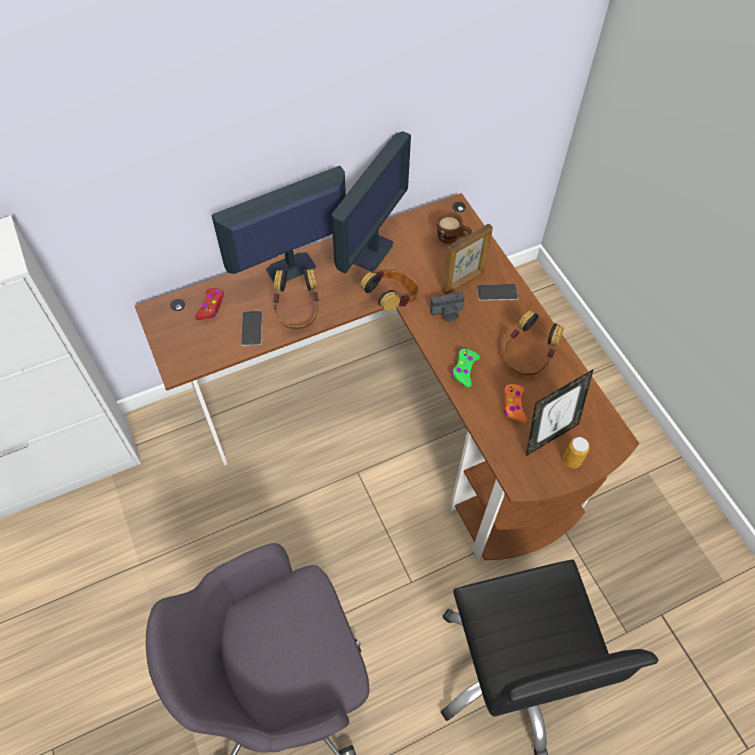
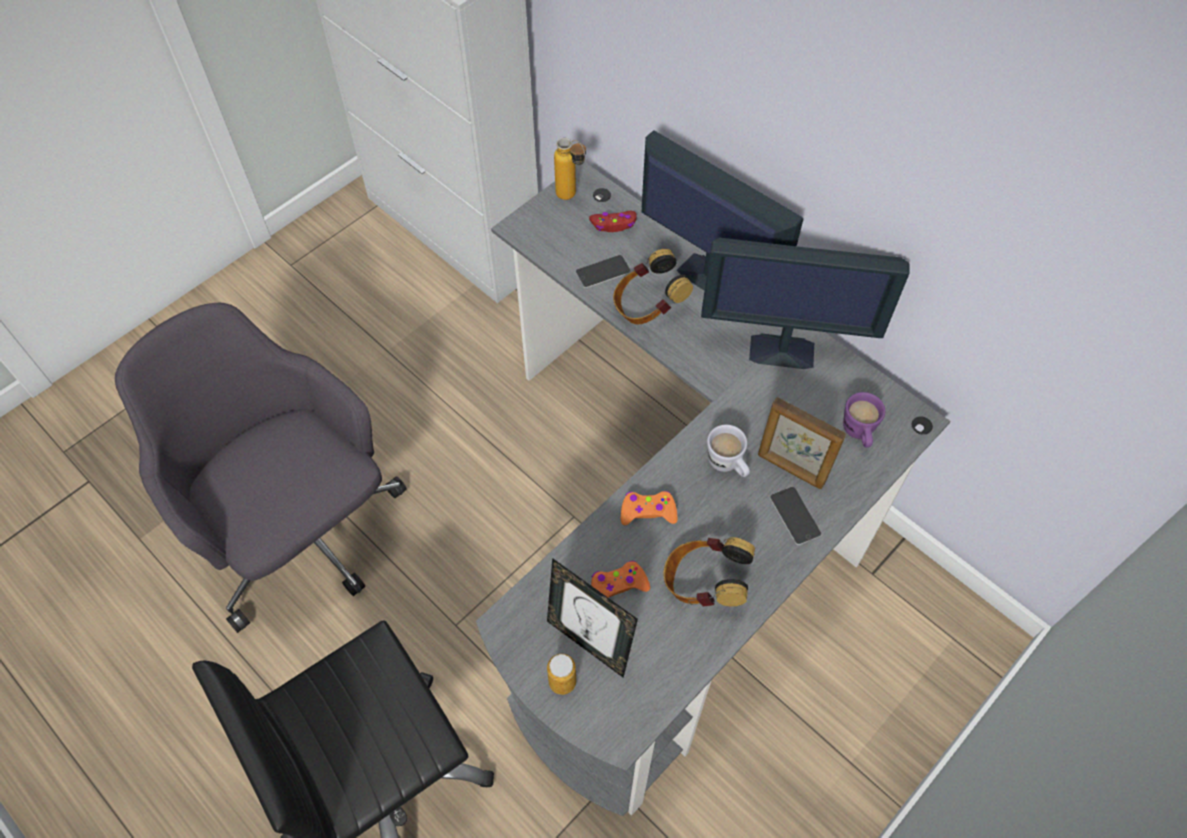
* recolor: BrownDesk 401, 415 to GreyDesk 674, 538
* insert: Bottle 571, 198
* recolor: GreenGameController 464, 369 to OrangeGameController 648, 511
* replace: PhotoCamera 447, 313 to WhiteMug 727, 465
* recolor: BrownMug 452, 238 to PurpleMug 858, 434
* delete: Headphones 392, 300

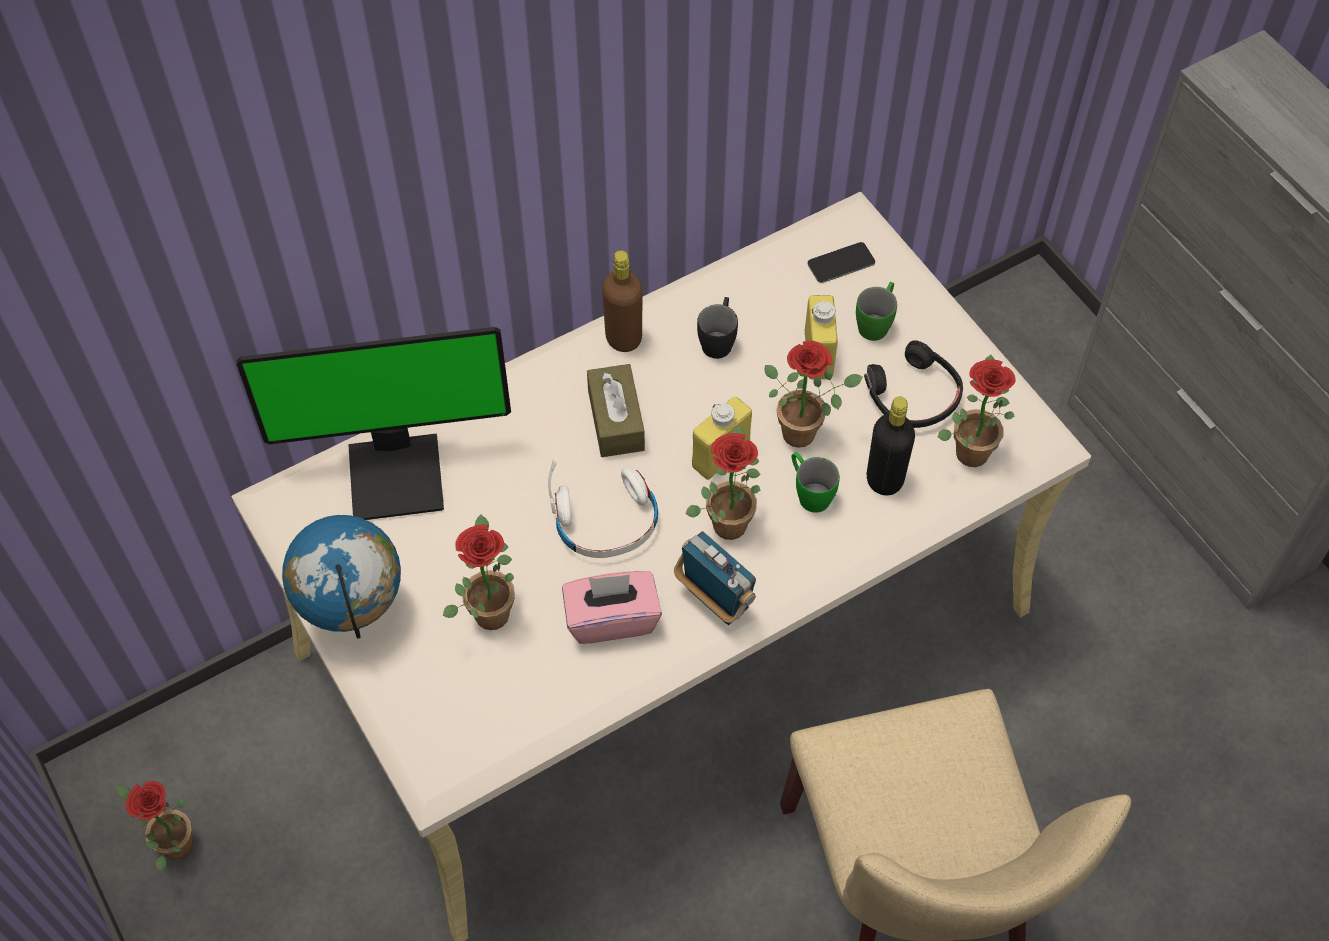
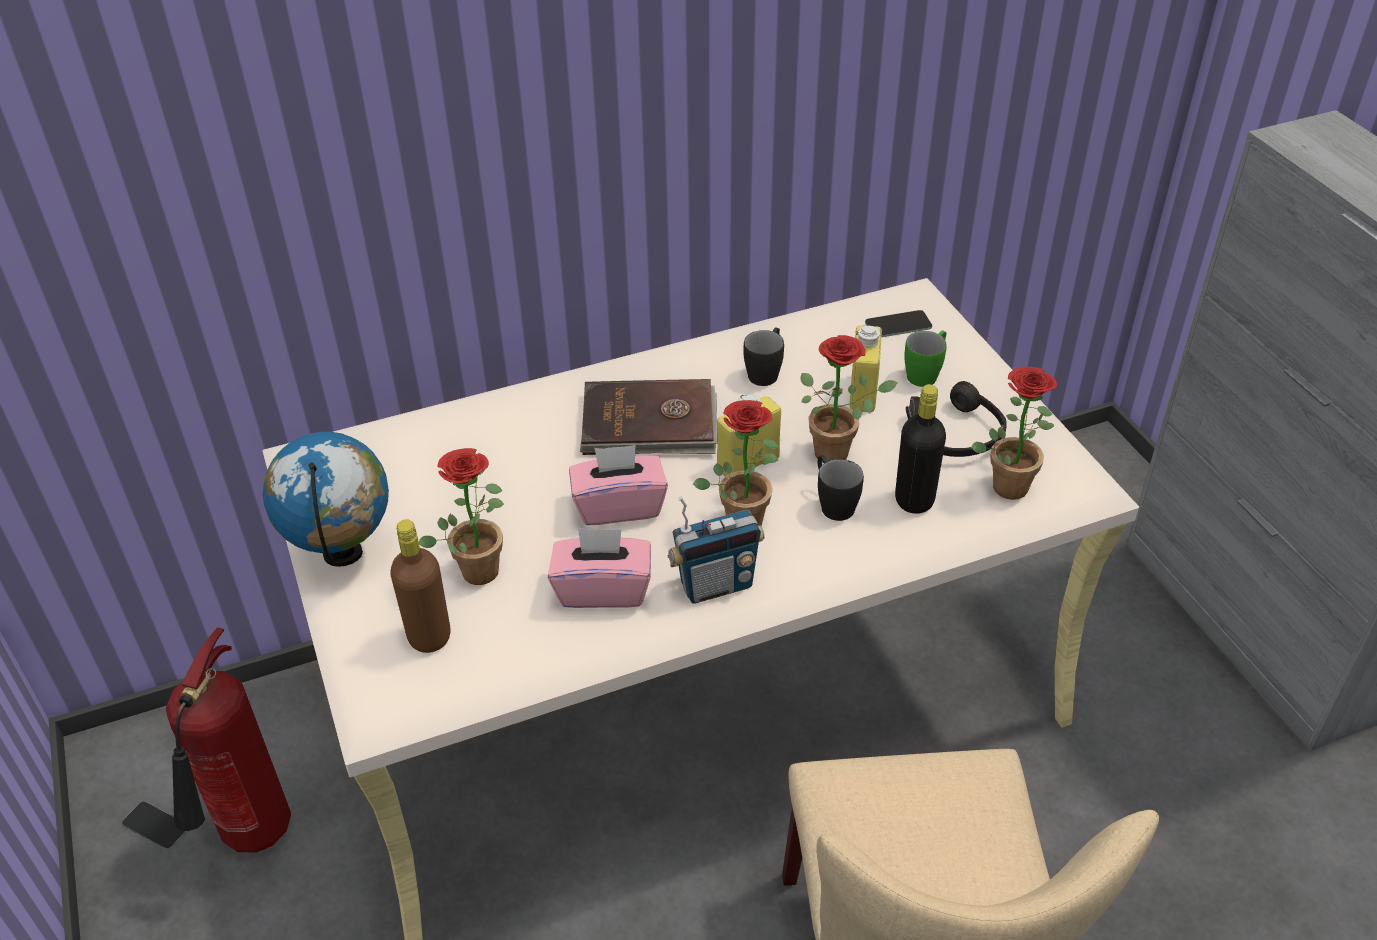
* replace: PottedPlant 170, 843 to Phone 155, 826
* insert: FireExtinguisher 255, 839
* move: BrownBottle 623, 338 to 429, 636
* replace: WhiteHeadphones 606, 522 to PinkTissueBox 619, 506
* replace: BrownTissueBox 616, 420 to BrownBook 649, 424
* rotate: Radio 715, 600 = 715, 585 105 degrees clockwise
* recolor: GreenMug 809, 493 to BlackMug 833, 503
* delete: Monitor 397, 473

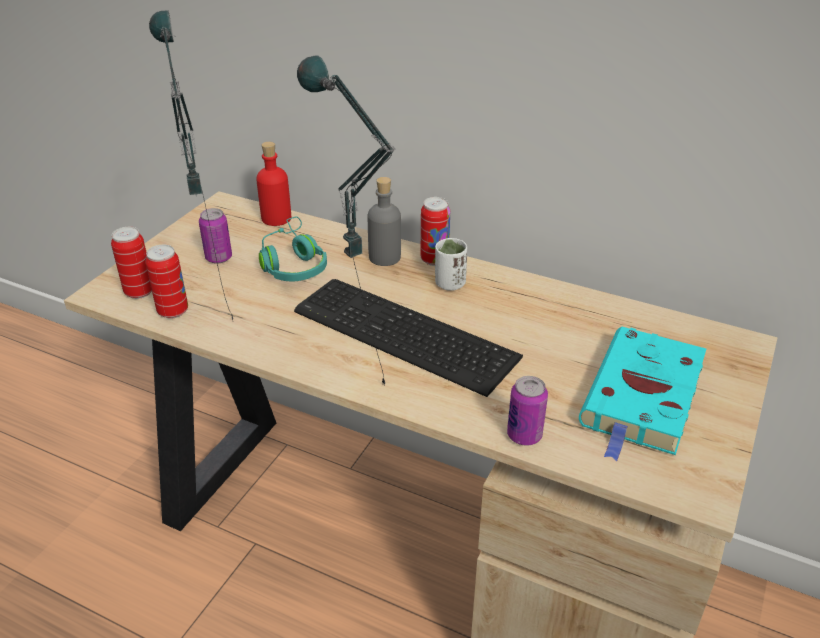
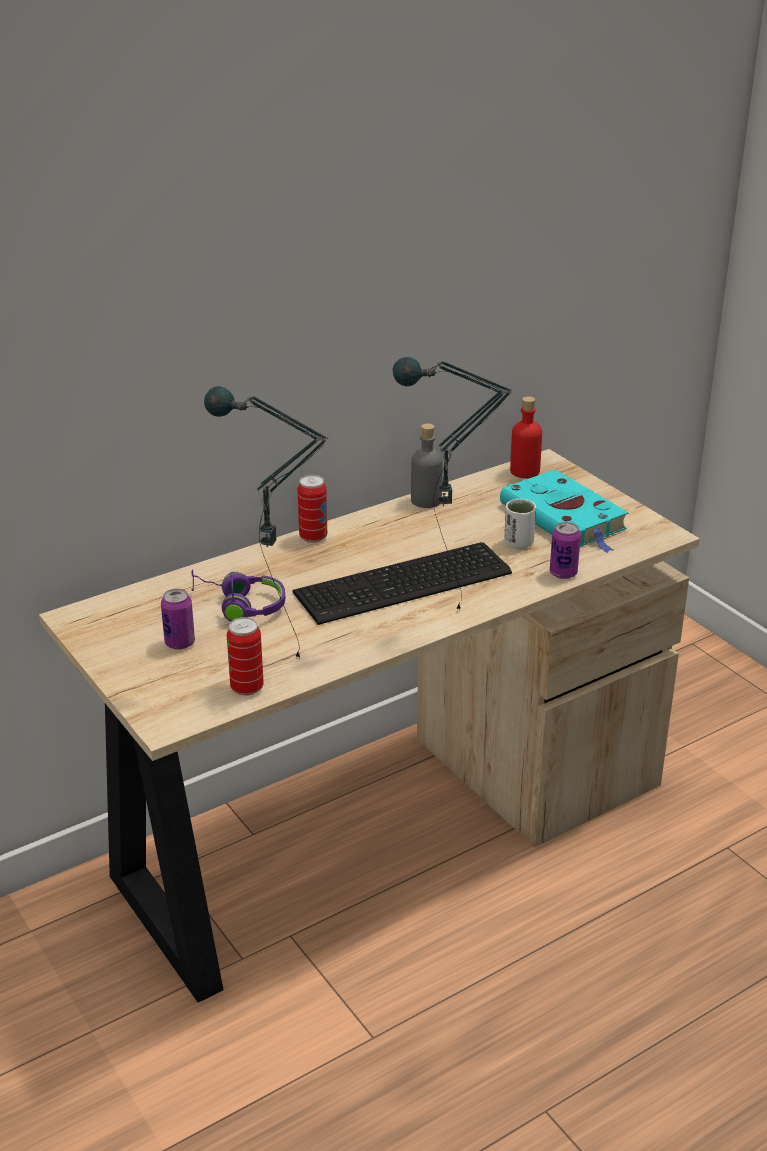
* recolor: TurquoiseHeadphones 293, 264 to PurpleHeadphones 239, 605
* move: GreyBottle 385, 257 to 426, 500
* move: WhiteCup 450, 284 to 518, 543
* move: RedBottle 276, 218 to 524, 471
* delete: Can 139, 292

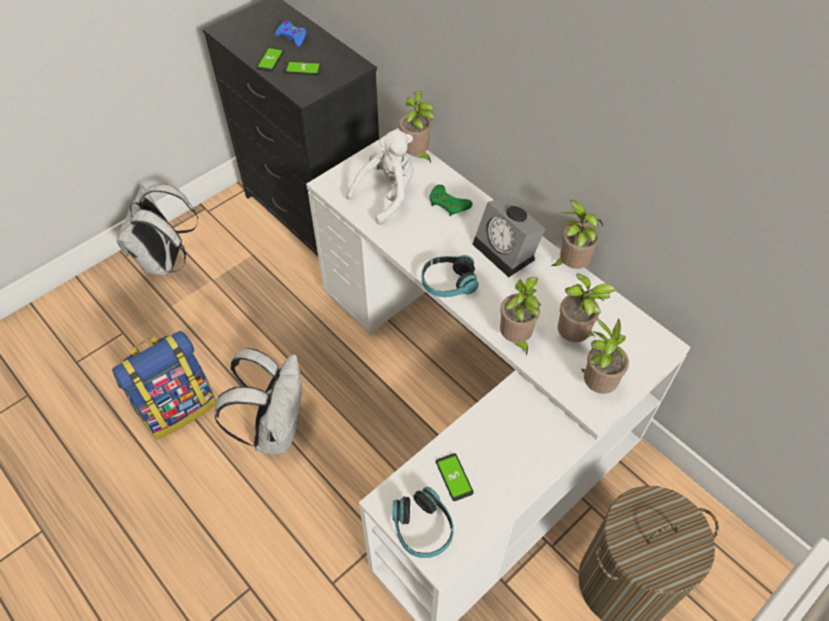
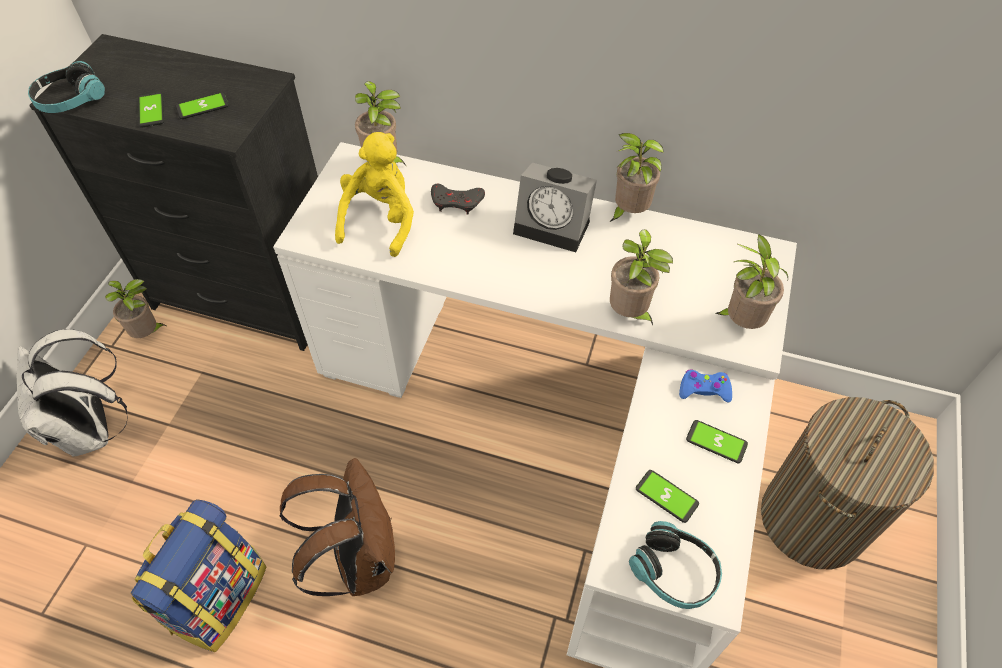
* move: Headphones 448, 283 to 71, 100
* move: PottedPlant 574, 337 to 148, 333
* recolor: WhiteBackpack 275, 429 to BrownBackpack 358, 558
* recolor: WhitePlushToy 387, 195 to YellowPlushToy 380, 220
* recolor: GreenGameController 448, 204 to GreyGameController 457, 201
* move: BlueGameController 292, 37 to 704, 389
* insert: Phone 716, 442

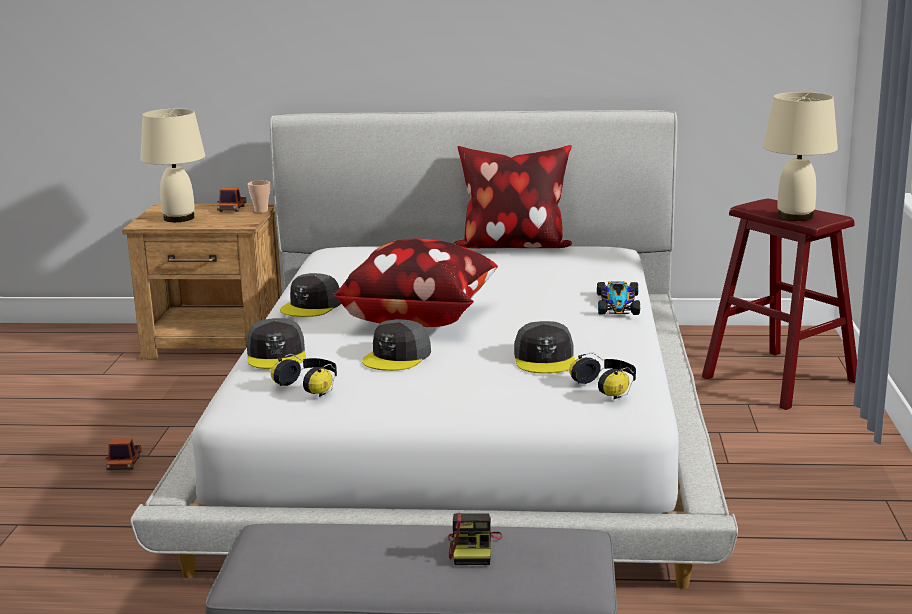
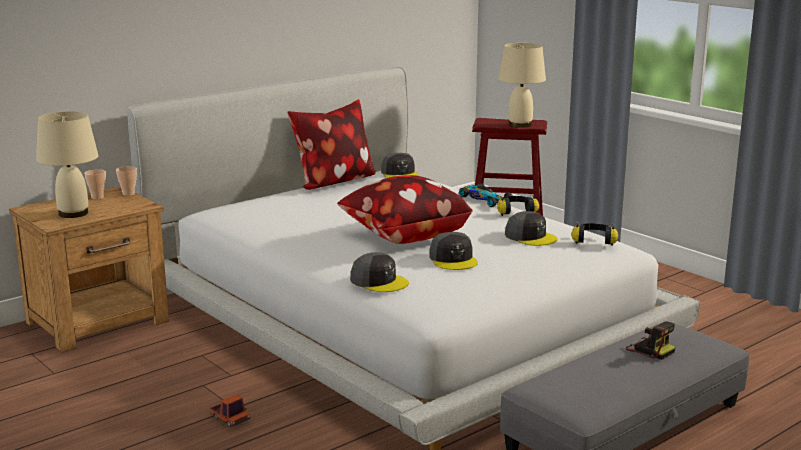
* replace: ToyTruck 232, 209 to Cup 97, 197
* move: GreyCap 312, 306 to 399, 173
* move: Headphones 310, 386 to 515, 212

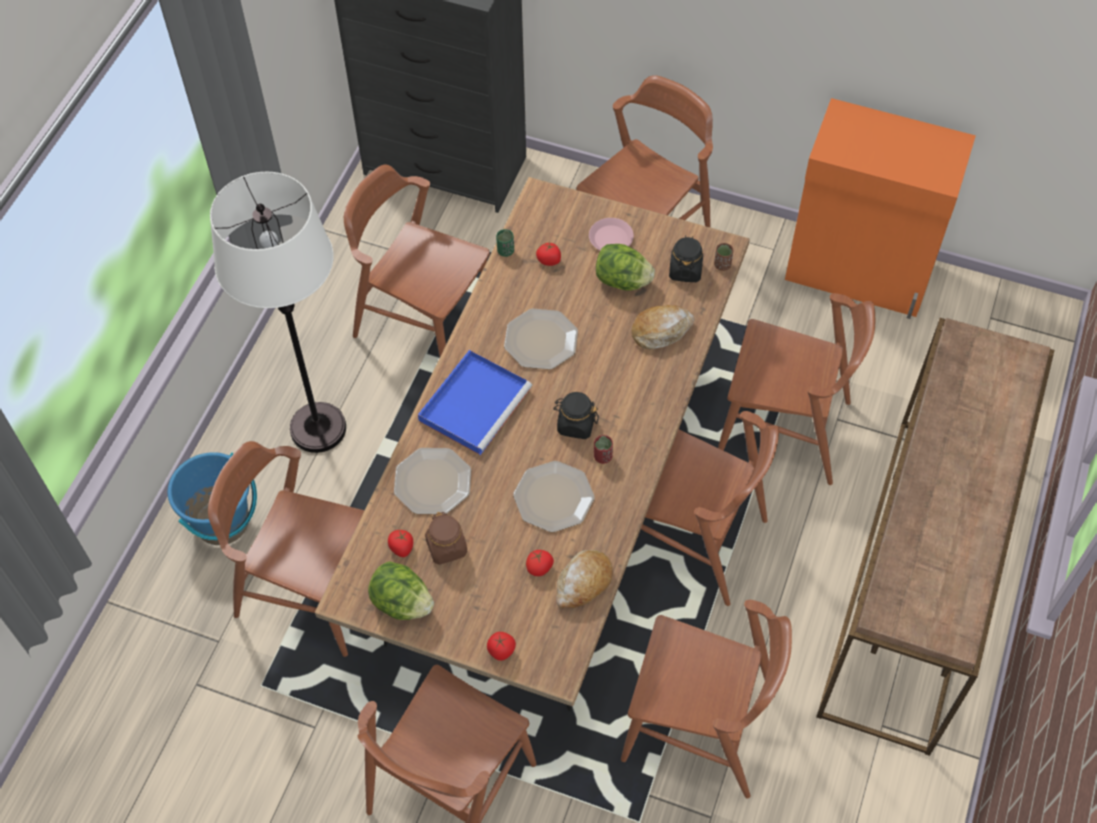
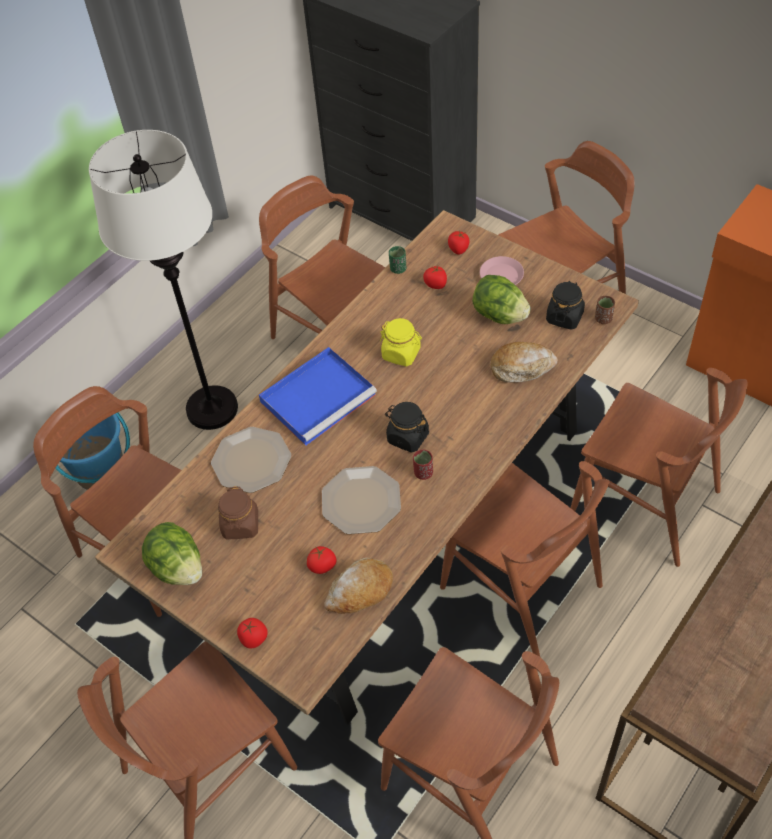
* replace: Plate 540, 340 to YellowJar 401, 353
* move: Tomato 402, 548 to 458, 249

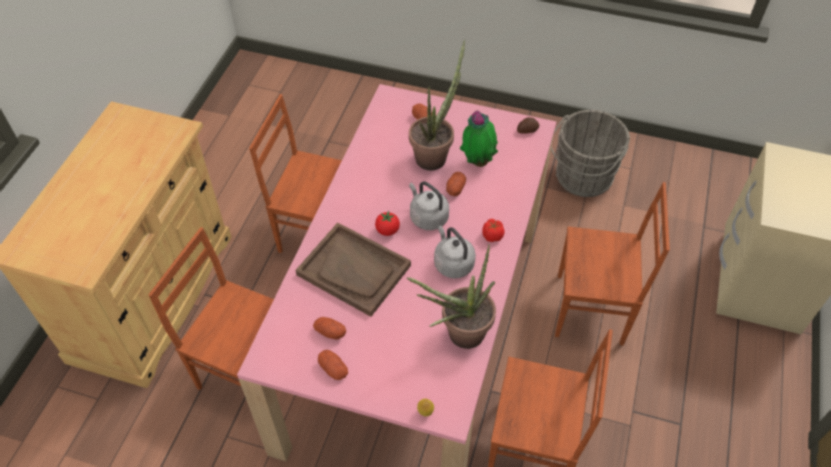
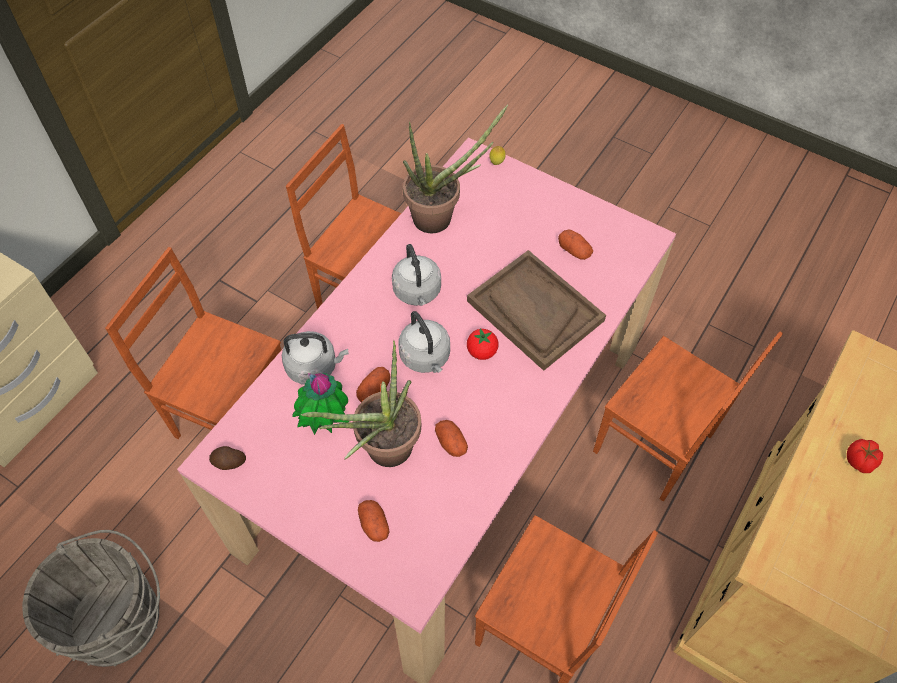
* insert: GreyKettle 314, 367
* move: Potato 333, 369 to 450, 442
* move: Tomato 492, 235 to 859, 462

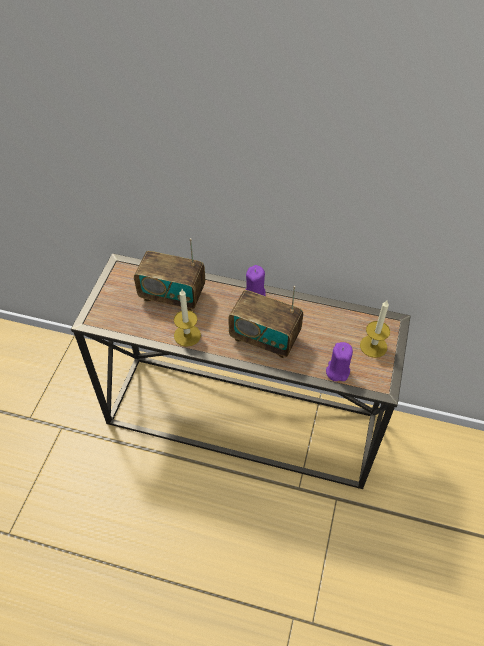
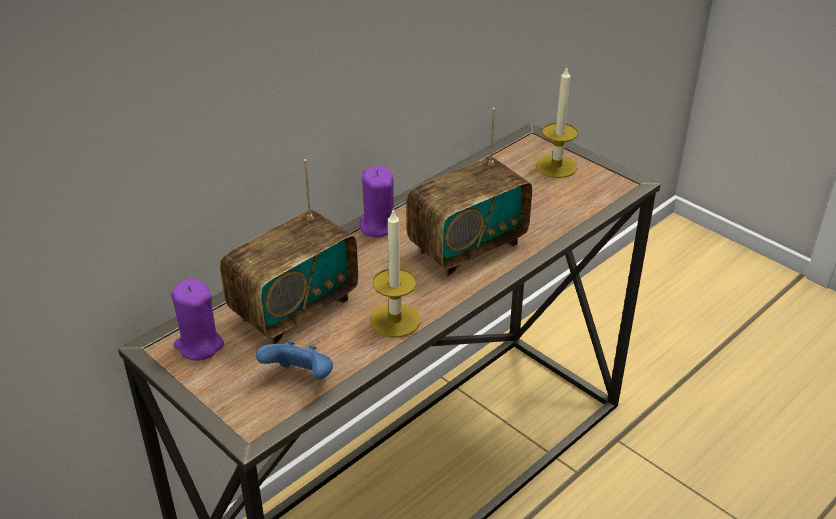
* move: PurpleCandle 337, 371 to 199, 345
* insert: BlueGameController 301, 378

